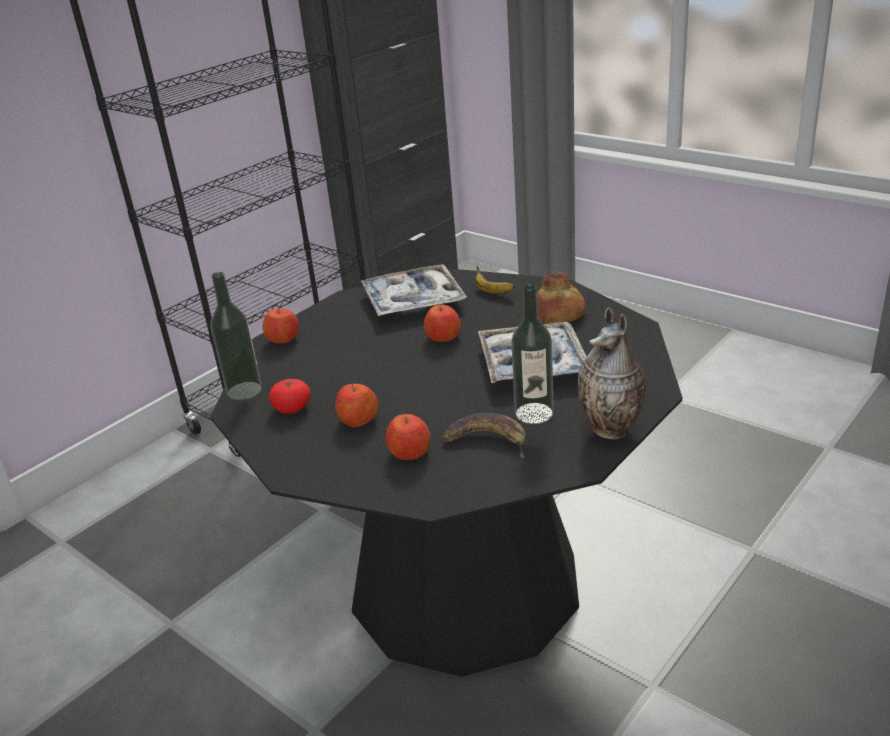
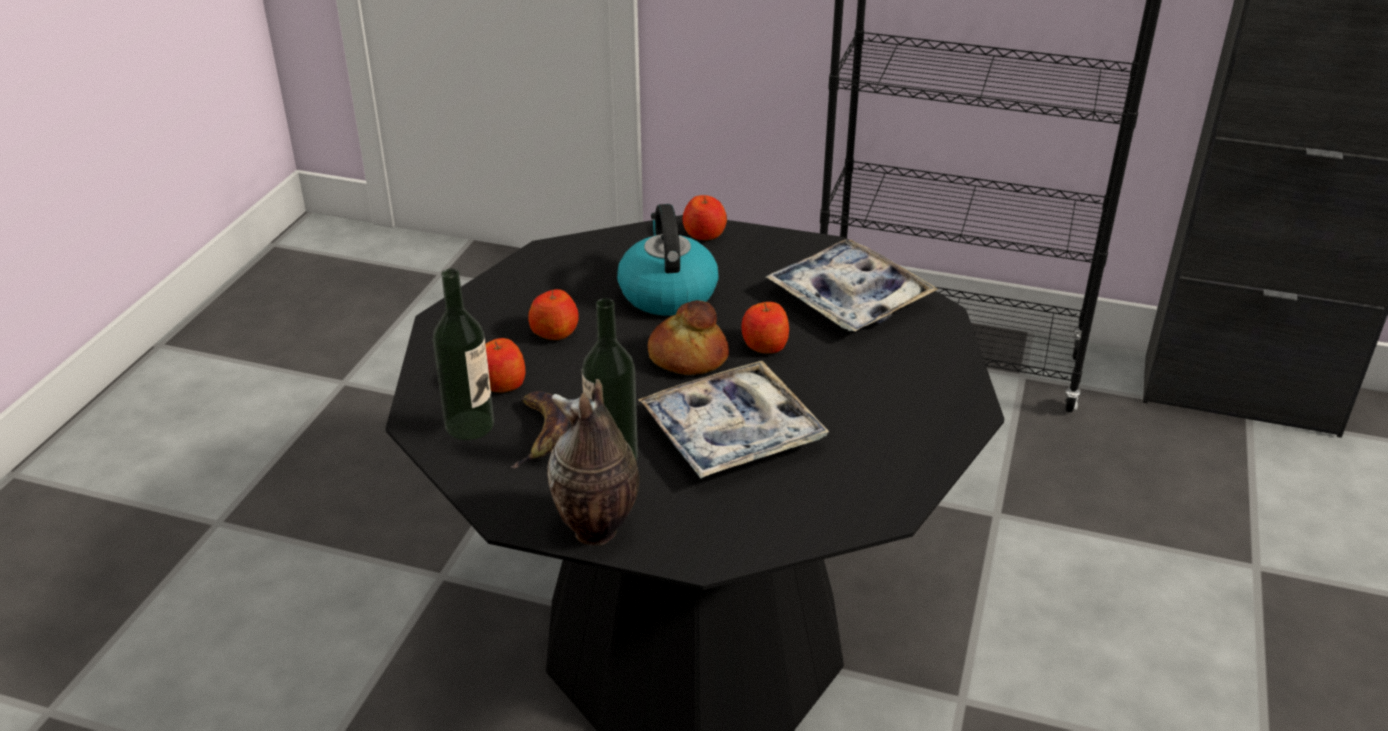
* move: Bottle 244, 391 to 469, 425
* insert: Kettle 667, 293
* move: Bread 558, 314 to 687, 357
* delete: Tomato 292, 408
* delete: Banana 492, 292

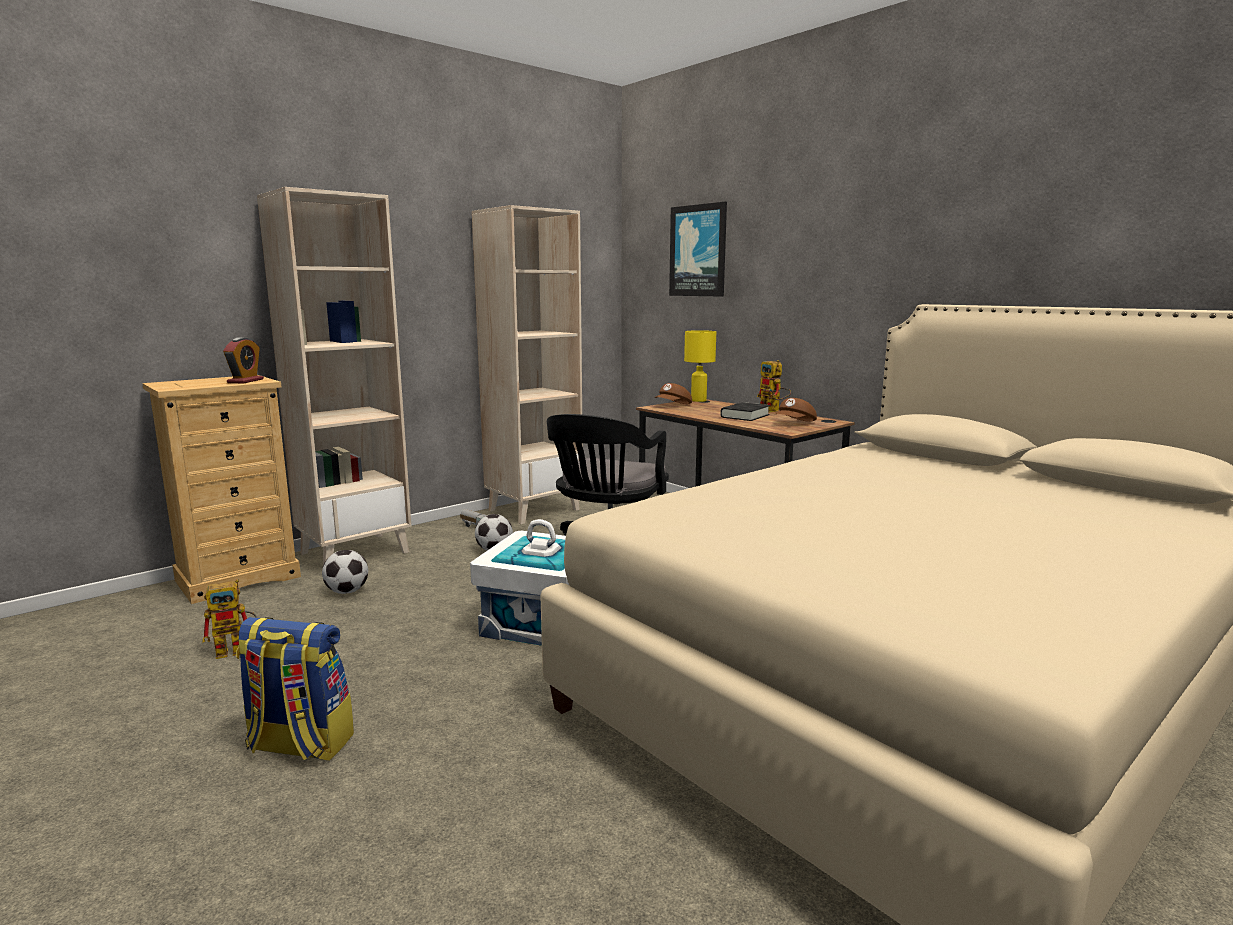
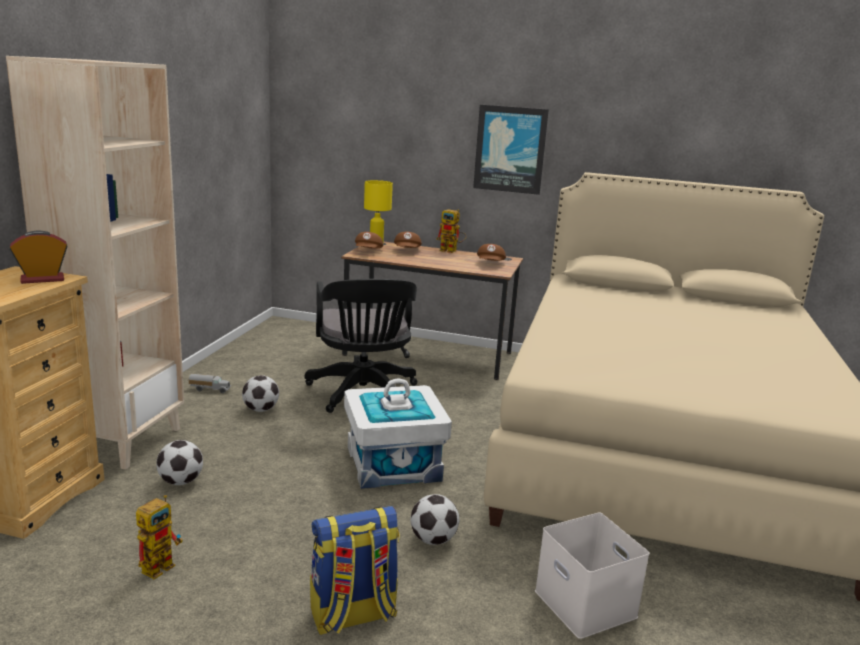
* rotate: AlarmClock 245, 381 = 42, 279 90 degrees counterclockwise
* insert: BrownCap 407, 251
* insert: Football 433, 540
* move: Picture 698, 251 to 510, 149
* insert: WhiteStorageBox 587, 604
* delete: BeigeBookcase 534, 509
* delete: BlackBook 745, 416

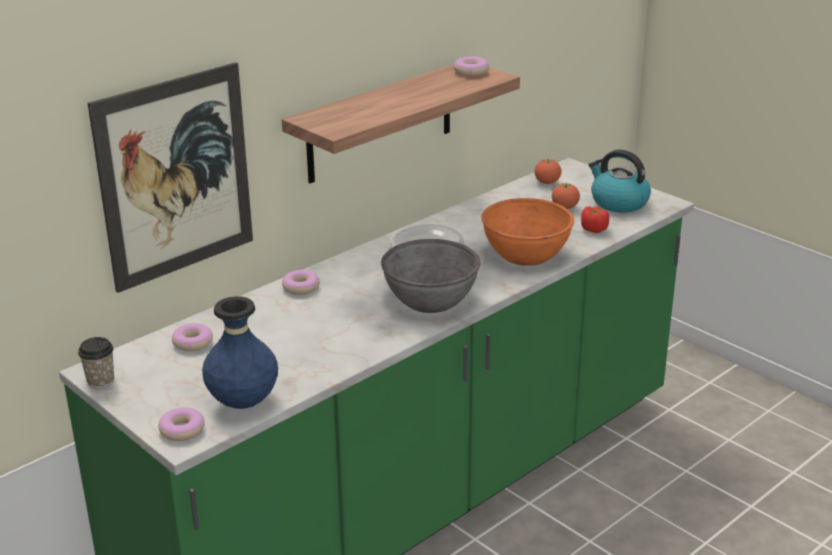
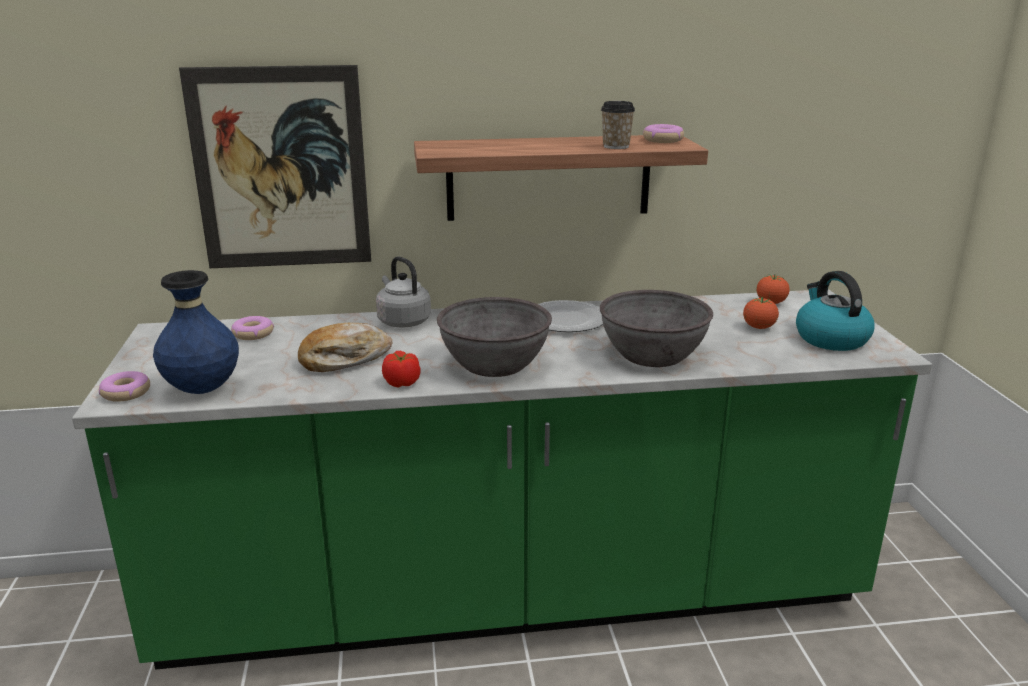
* insert: Bread 344, 359
* replace: Donut 301, 287 to GreyKettle 402, 321
* move: Tomato 593, 229 to 402, 382
* recolor: OrangeBowl 526, 254 to GreyBowl 652, 355
* move: Cup 100, 381 to 616, 146

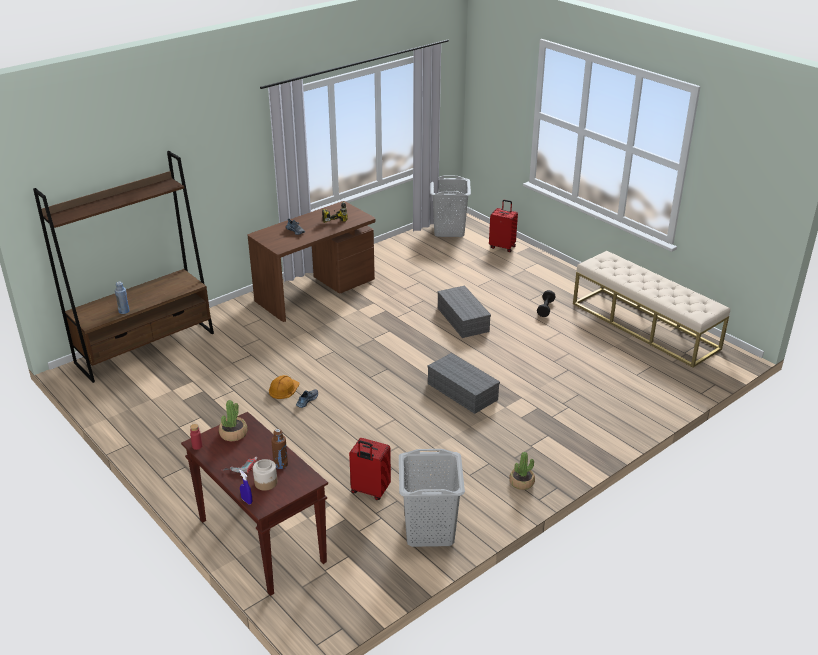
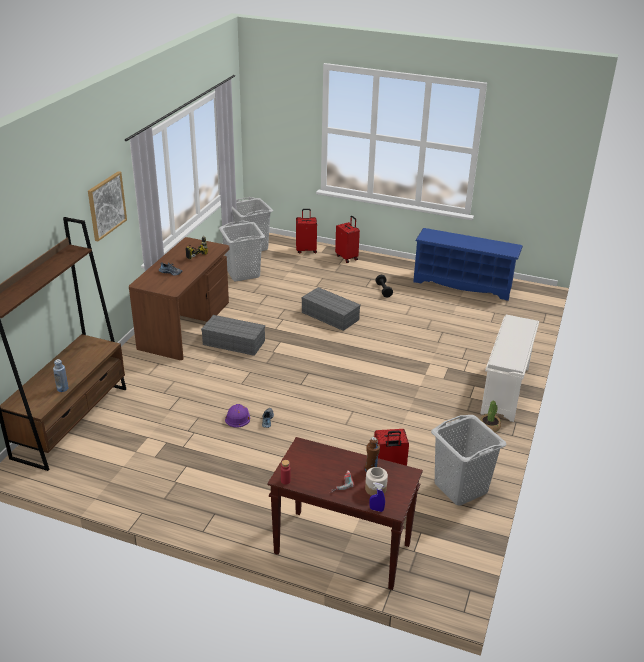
* insert: Picture 106, 205
* move: GreyStorageBox 461, 391 to 233, 343
* insert: GreyLaundryBasket 243, 273
* recolor: OrangeHardHat 283, 389 to PurpleHardHat 237, 417
* insert: RedSuitcase 347, 257
* replace: BeigeBench 644, 326 to BlueShoeRack 463, 284
* insert: WhiteShoeRack 505, 391
* delete: PottedPlant 233, 434

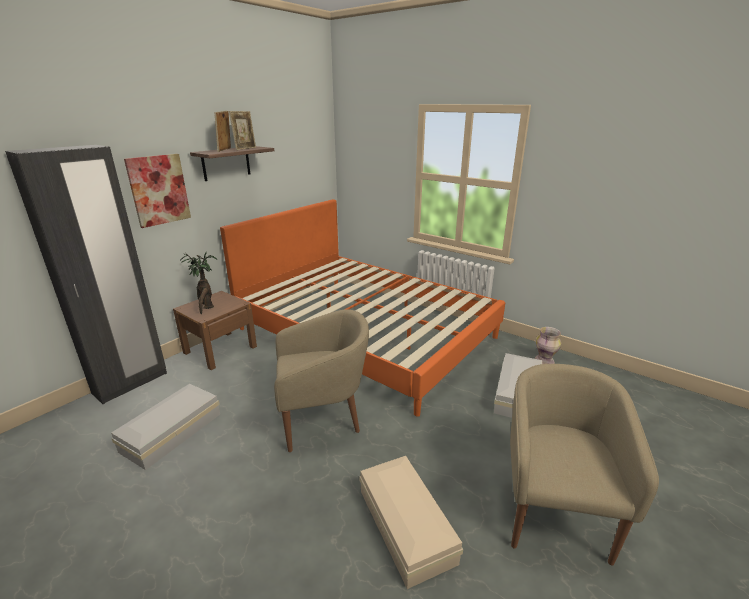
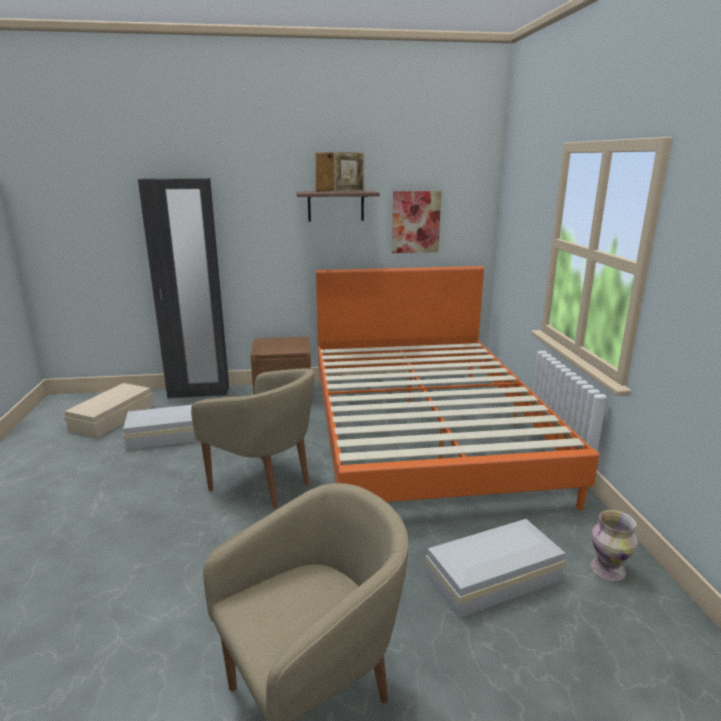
* move: BeigeStorageBox 405, 527 to 111, 418
* move: Picture 159, 190 to 415, 222
* delete: PottedPlant 206, 307

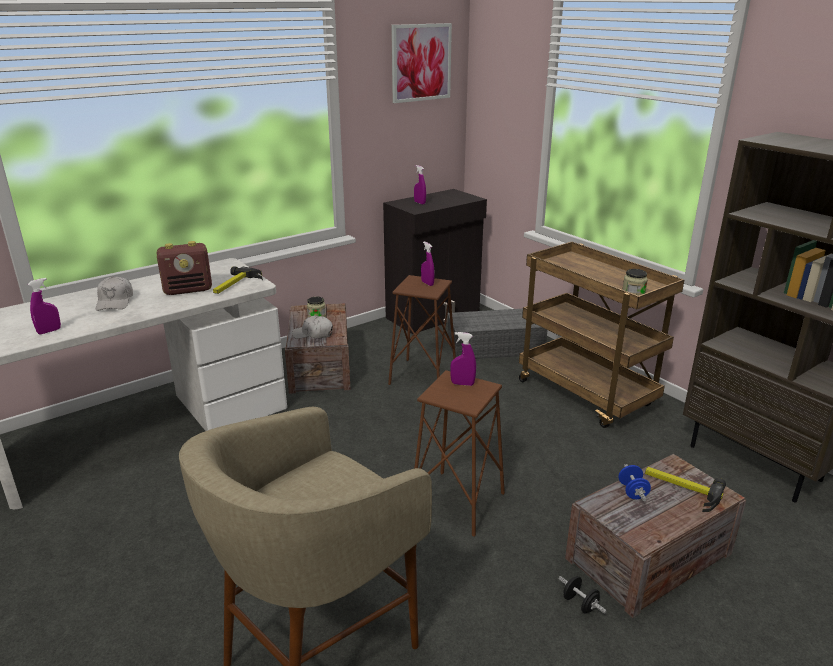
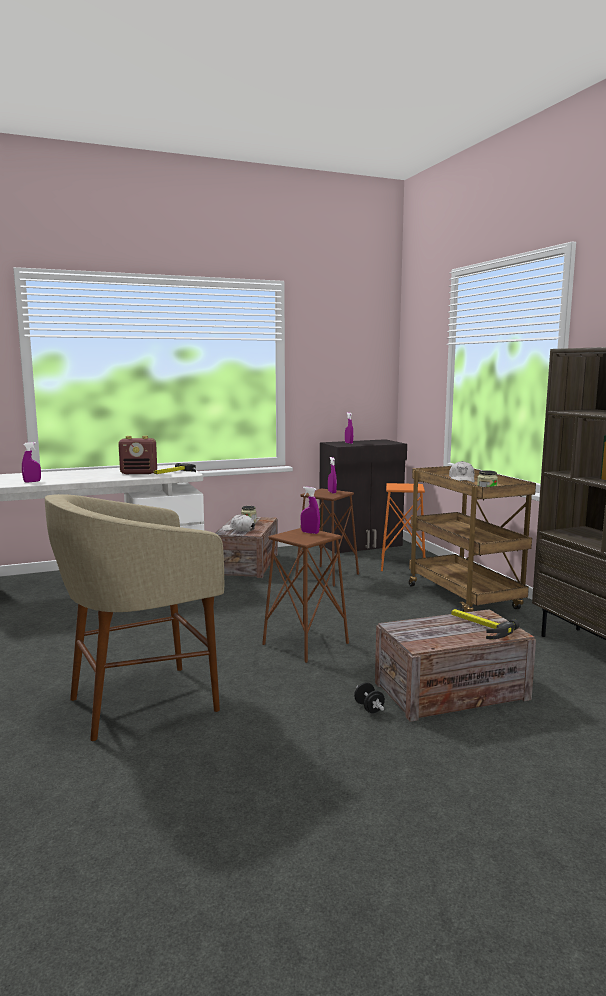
* replace: GreyStorageBox 496, 346 to OrangeStool 403, 565
* move: WhiteCap 115, 301 to 462, 480
* delete: Picture 421, 62
* delete: BlueDumbbell 632, 492

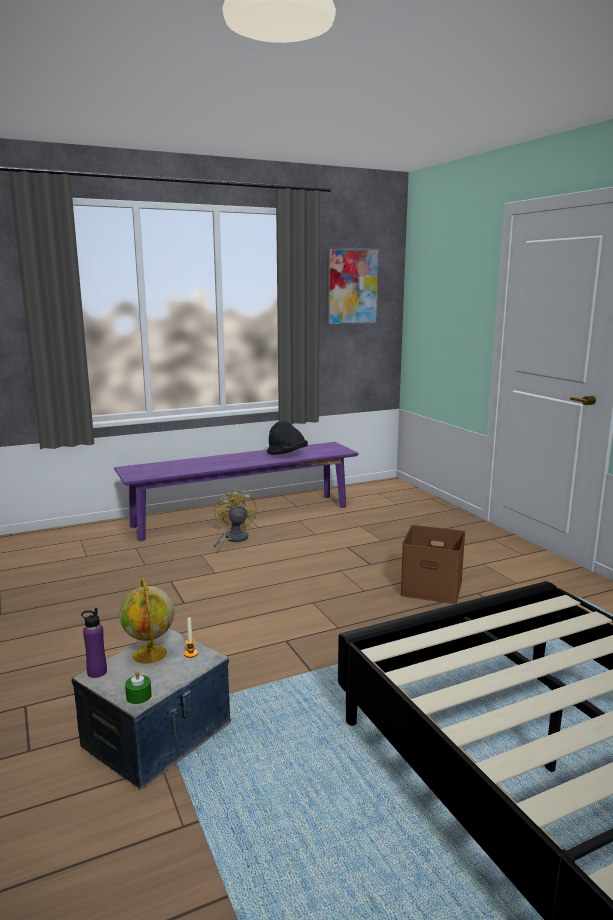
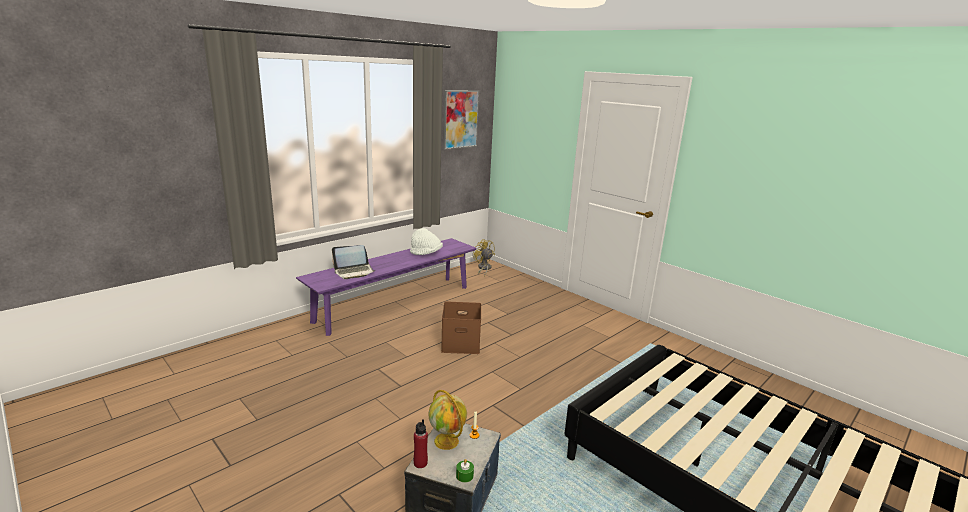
* insert: Laptop 354, 272
* recolor: BlackHat 287, 455 to WhiteHat 426, 254
* recolor: PurpleBottle 97, 672 to RedBottle 420, 463
* move: BrownStorageBox 433, 587 to 461, 343
* move: YellowFan 233, 539 to 483, 268

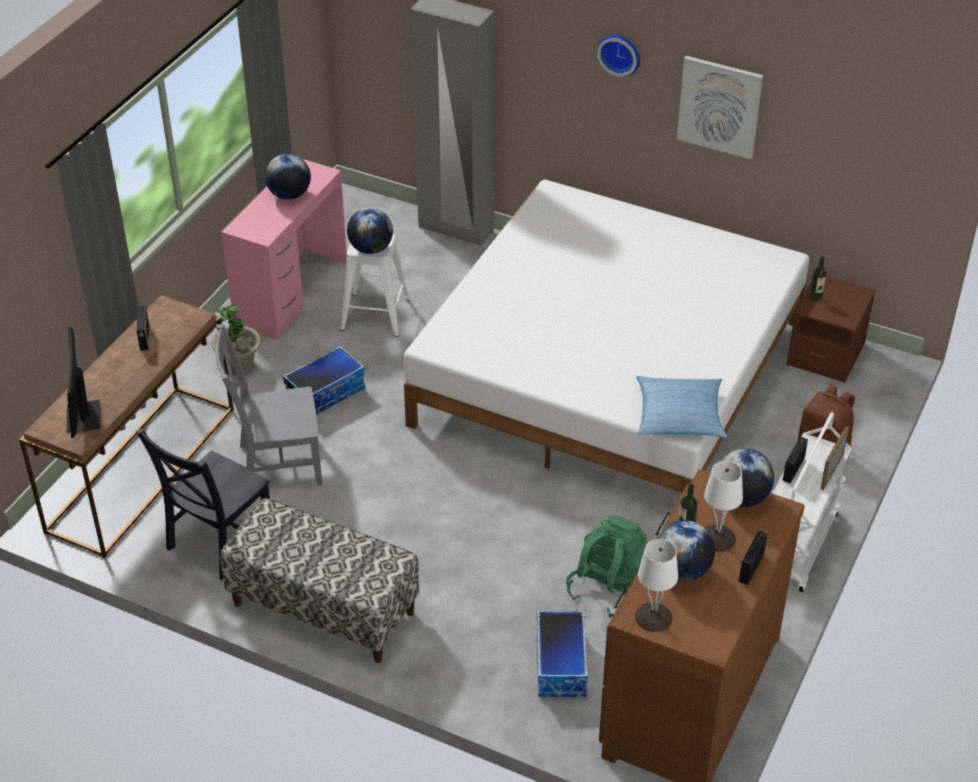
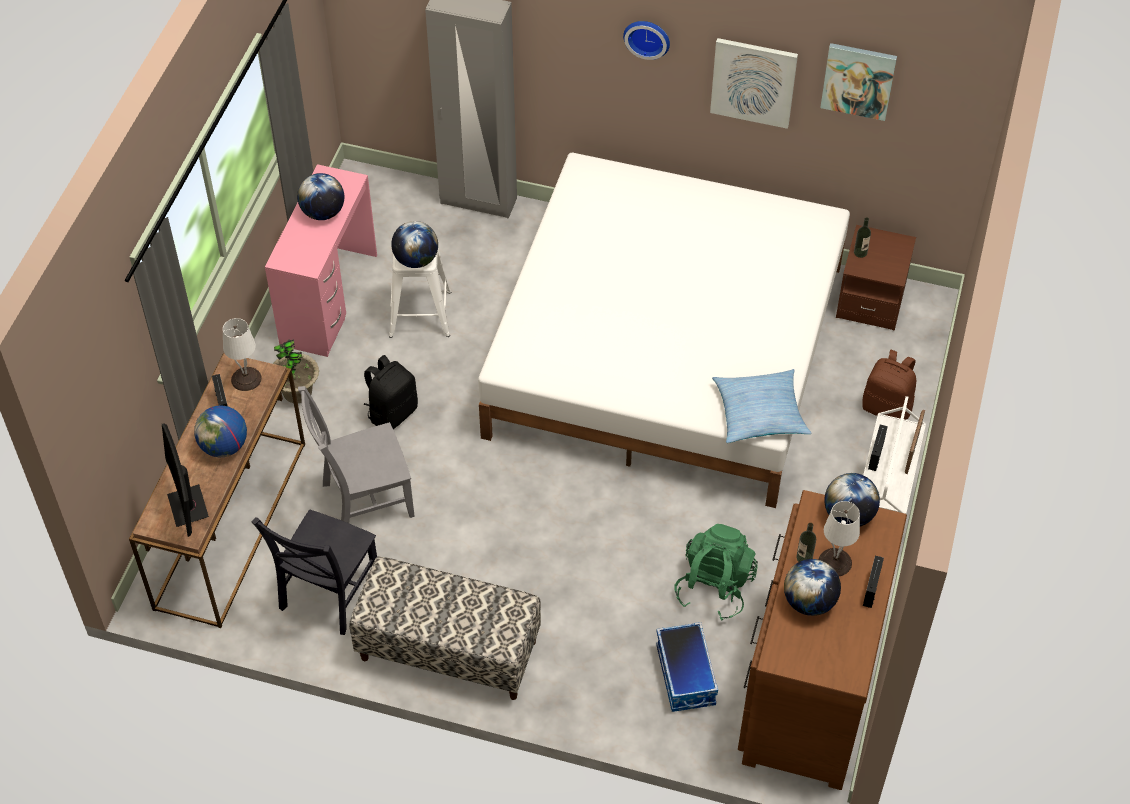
* insert: Globe 224, 446
* move: WhiteTableLamp 652, 617 to 245, 379
* replace: StorageBox 325, 393 to BlackBackpack 392, 412
* insert: Picture 858, 80

